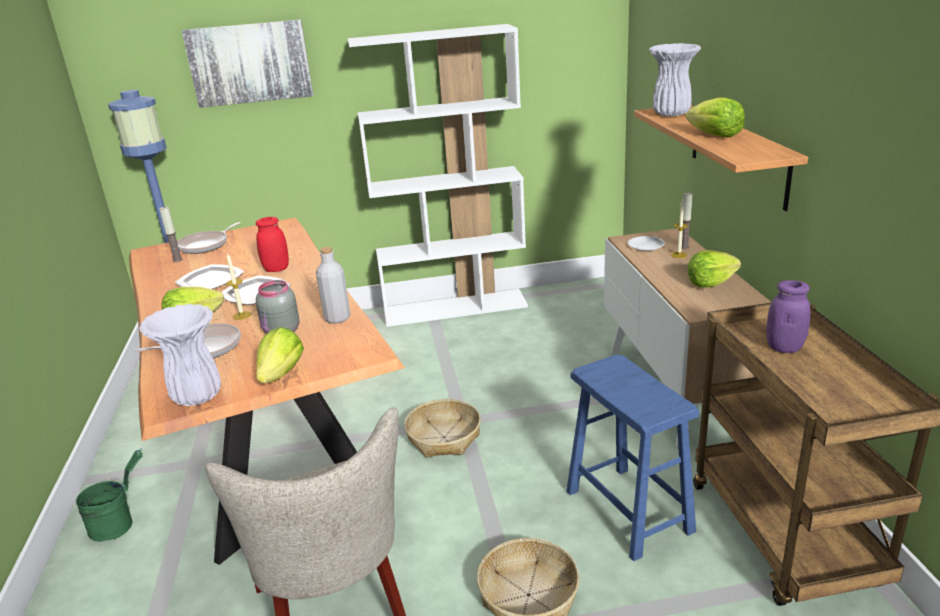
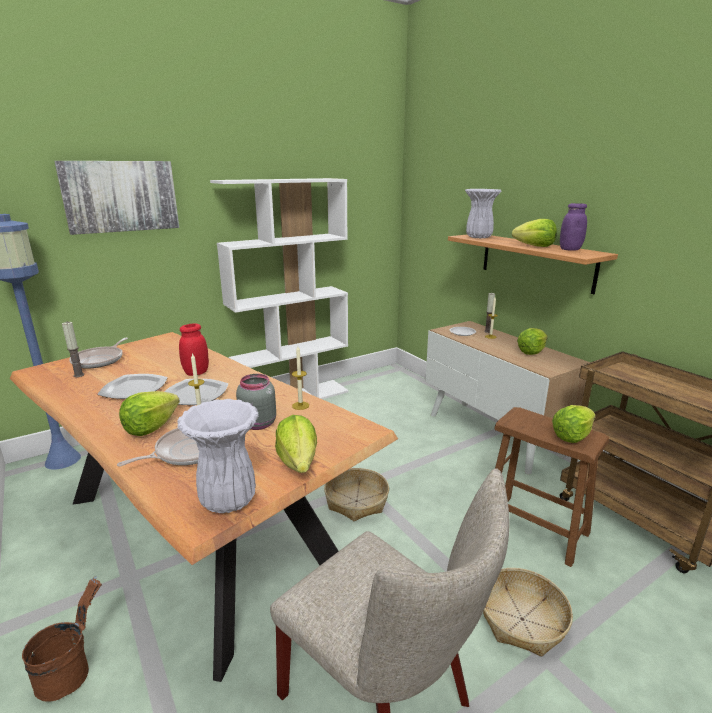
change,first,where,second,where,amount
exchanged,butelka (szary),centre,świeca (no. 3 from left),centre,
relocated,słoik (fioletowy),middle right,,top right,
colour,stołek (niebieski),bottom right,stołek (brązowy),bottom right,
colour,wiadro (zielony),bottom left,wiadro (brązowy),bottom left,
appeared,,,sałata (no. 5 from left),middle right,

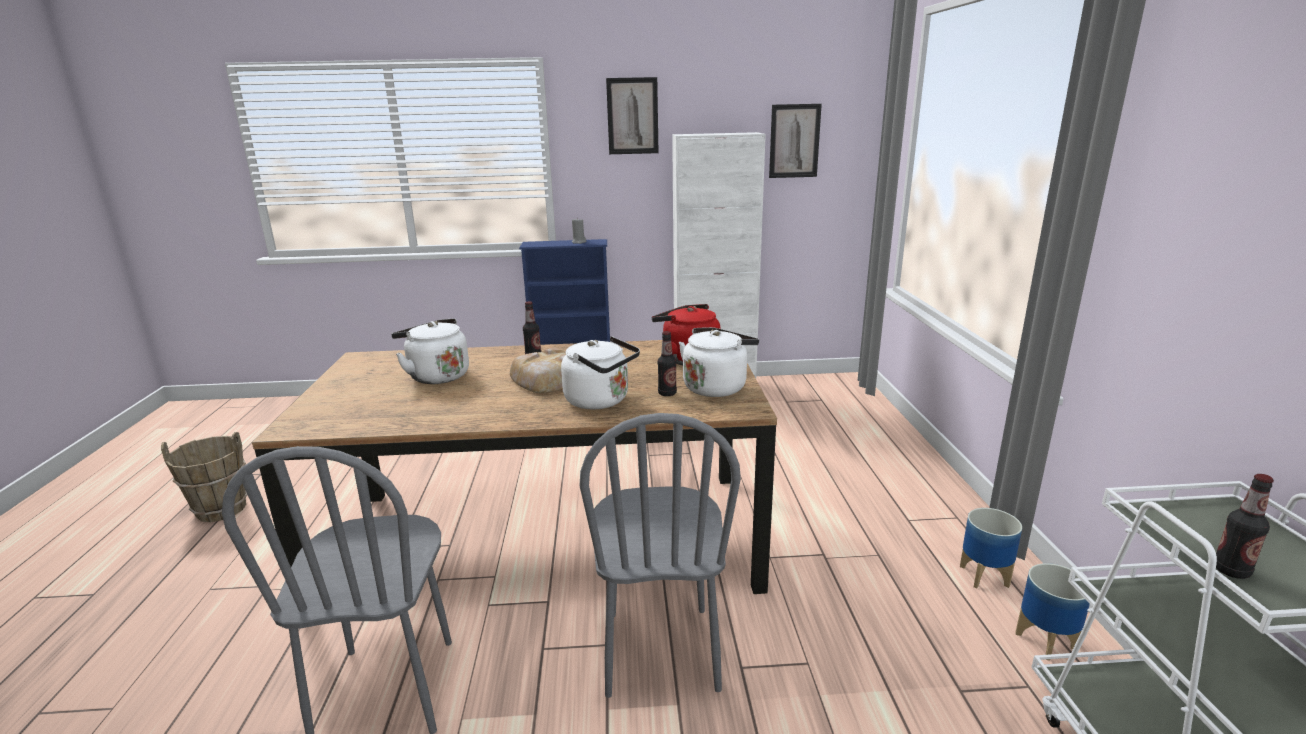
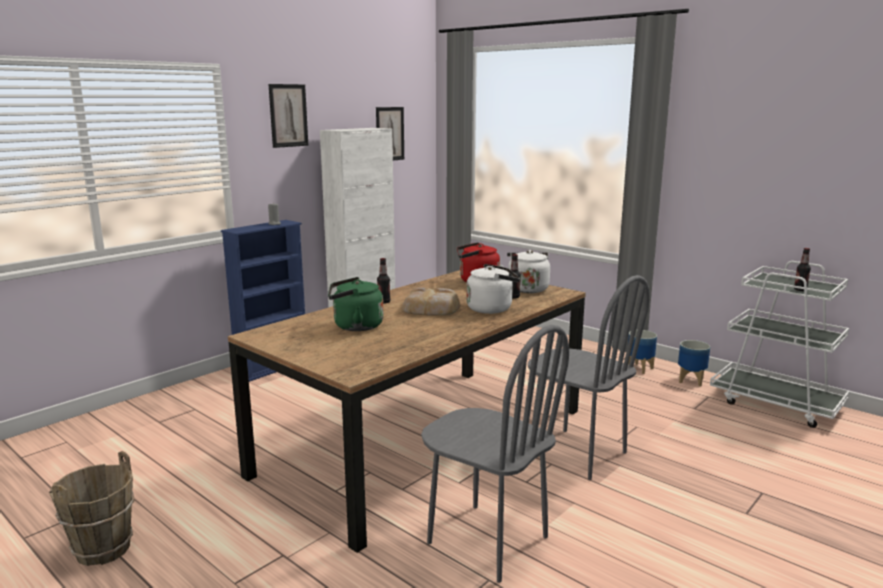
change,first,where,second,where,amount
colour,czajnik (biały) (no. 1 from left),middle left,czajnik (zielony),centre,

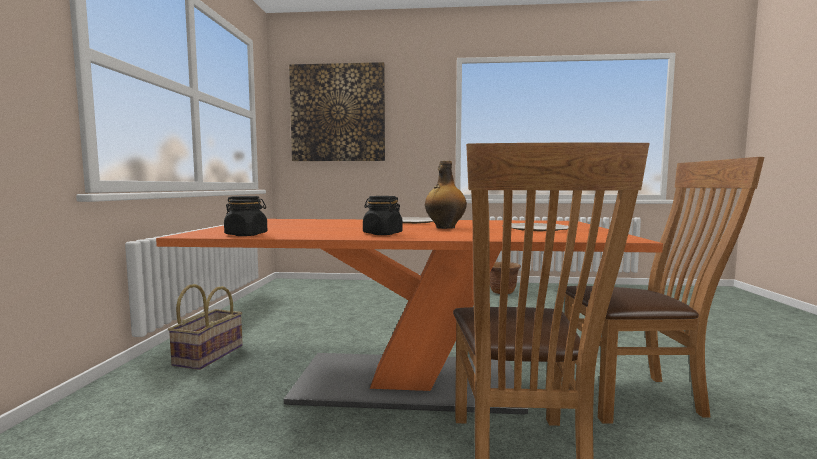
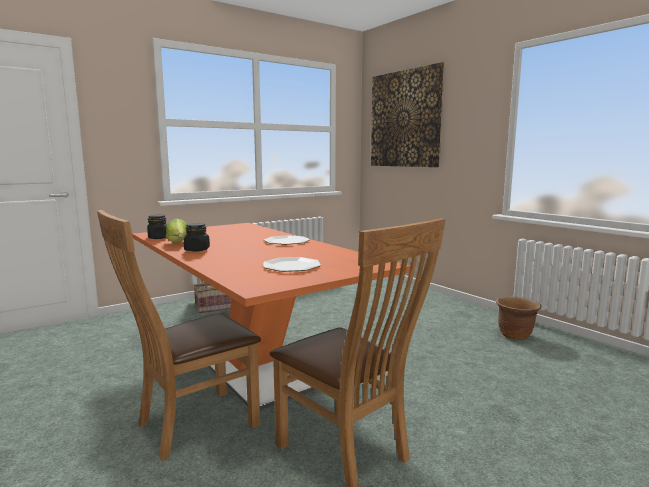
change,first,where,second,where,amount
missing,butelka,centre,,,
appeared,,,sałata,middle left,

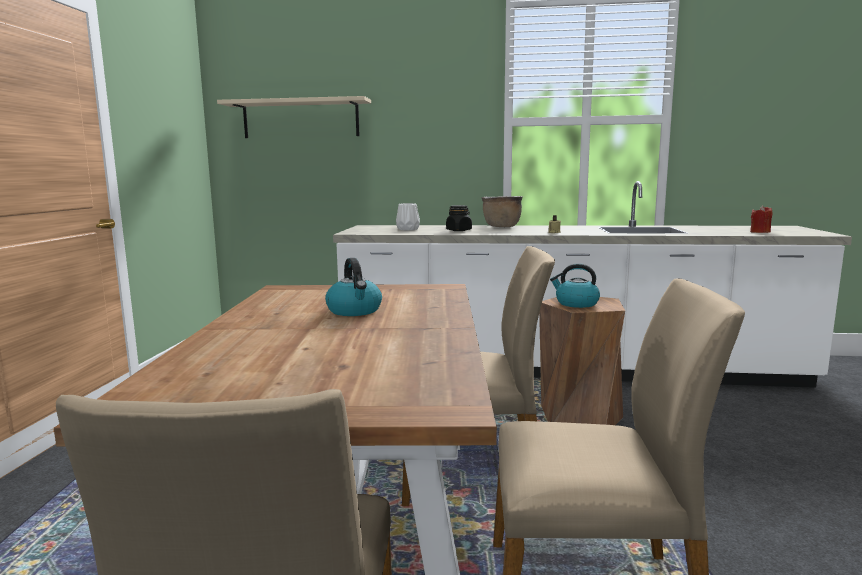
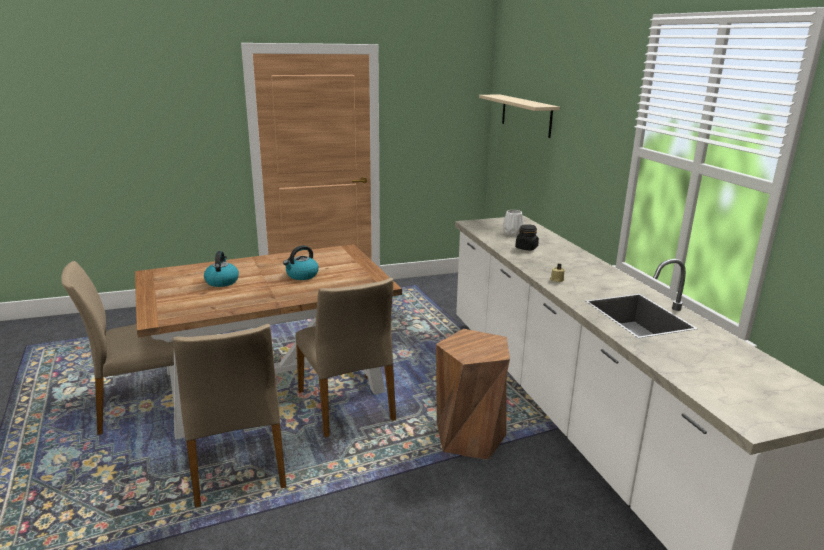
change,first,where,second,where,amount
missing,garnek (brązowy),centre,,,
missing,świeca (czerwony),middle right,,,
relocated,czajnik (no. 2 from left in the first image),middle right,czajnik (no. 1 from left),middle left,

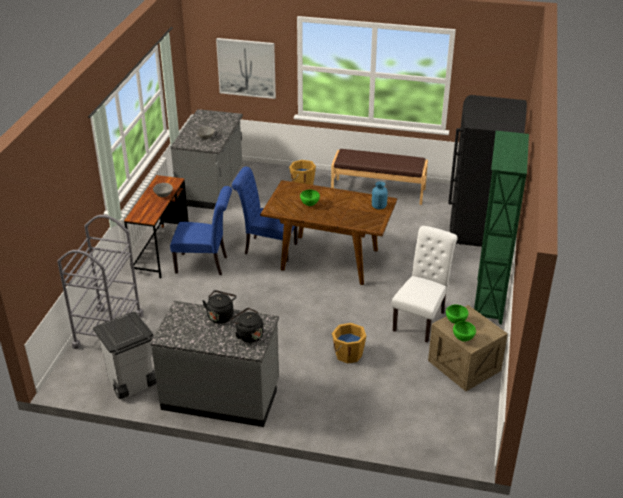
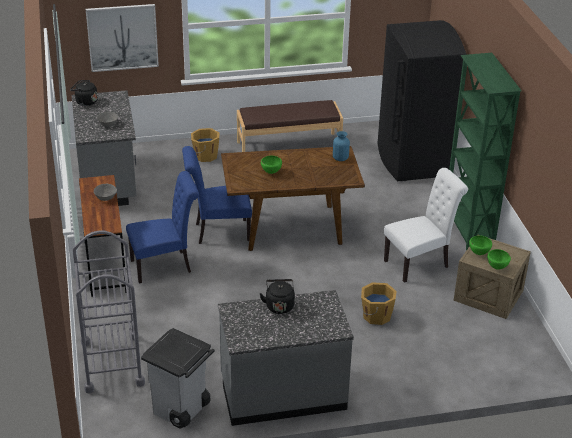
change,first,where,second,where,amount
spun,krzesło (biały),middle right,,middle right,60 degrees clockwise
relocated,czajnik (czarny) (no. 2 from left in the first image),centre,czajnik (czarny) (no. 1 from left),top left,

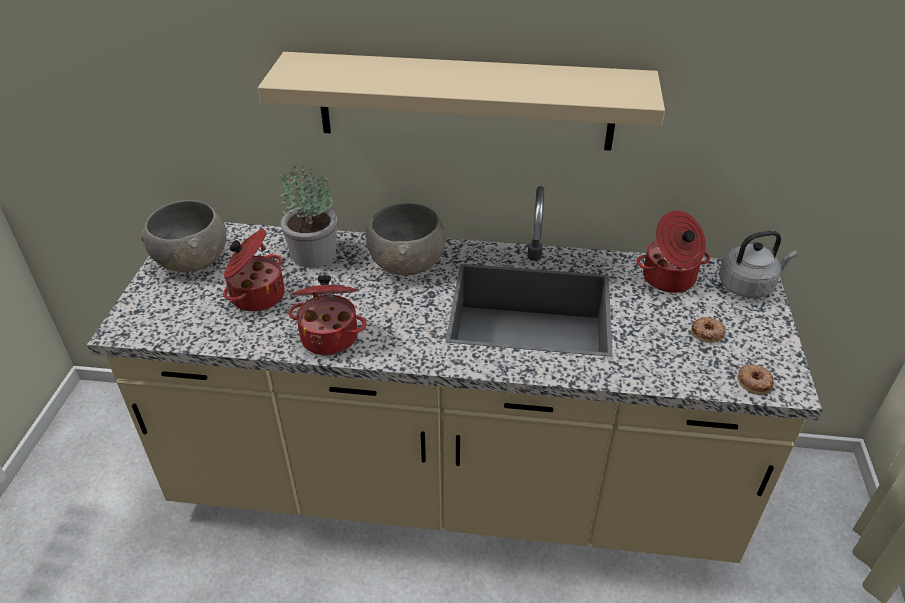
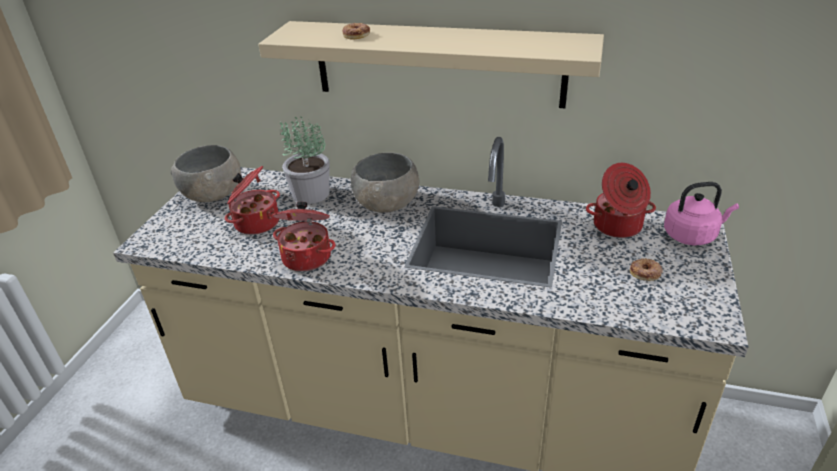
change,first,where,second,where,amount
colour,czajnik (szary),middle right,czajnik (różowy),middle right,
relocated,donut (no. 2 from left in the first image),middle right,donut (no. 1 from left),top centre,

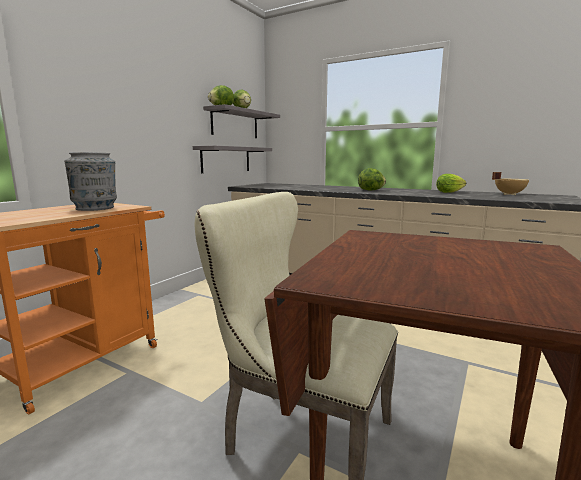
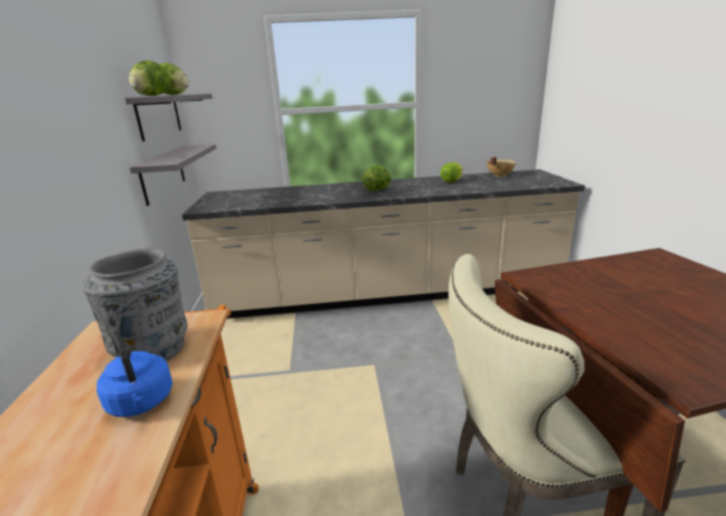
change,first,where,second,where,amount
appeared,,,czajnik (niebieski),bottom left,

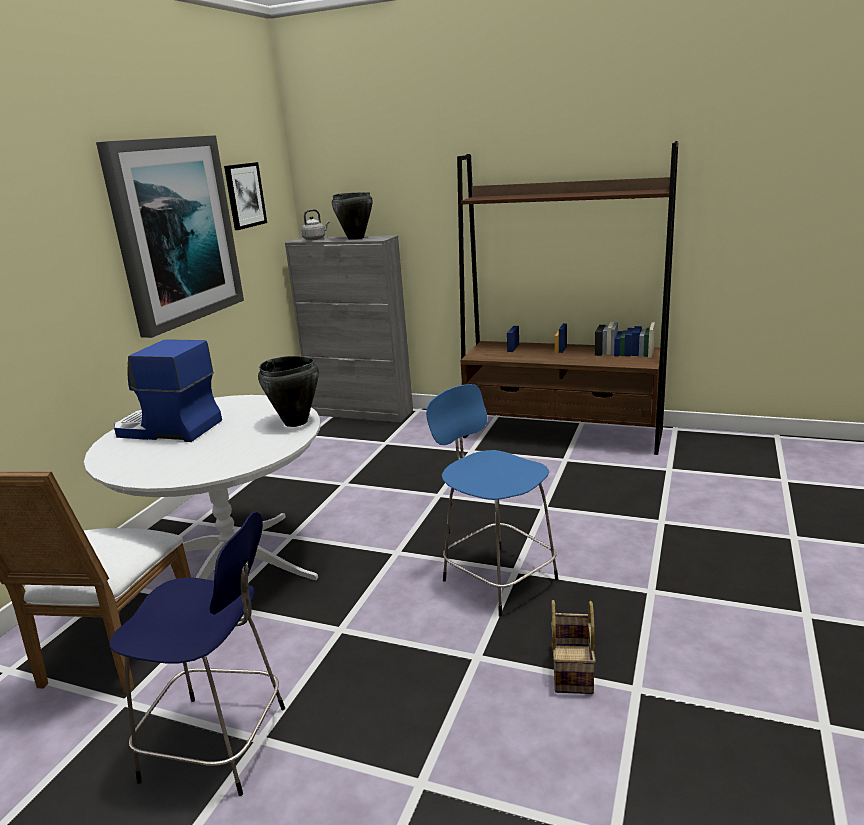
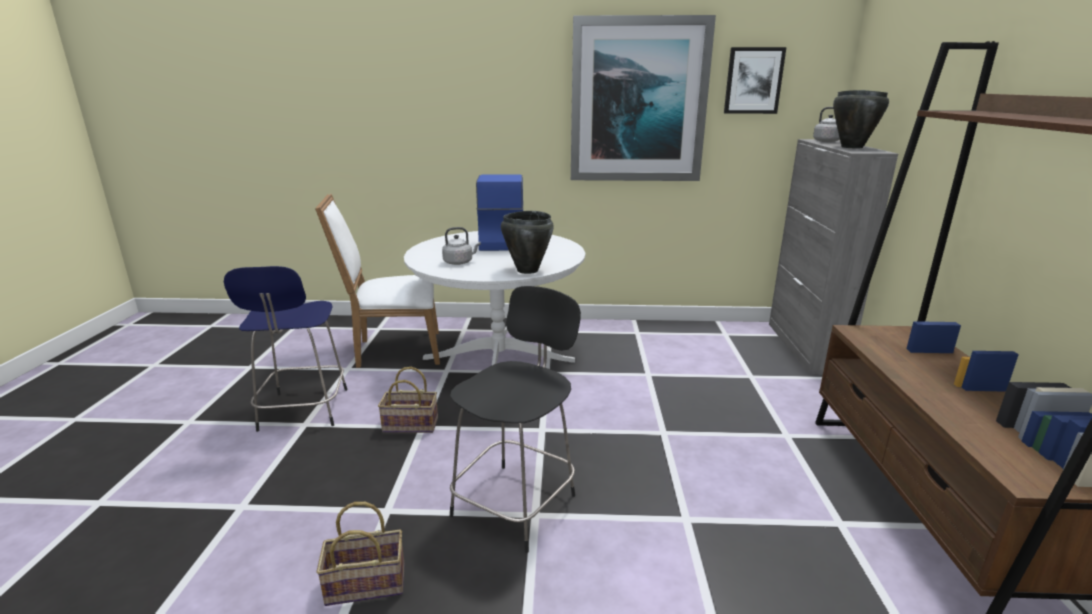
change,first,where,second,where,amount
colour,stołek (niebieski) (no. 2 from left),centre,stołek (czarny),bottom centre,
appeared,,,czajnik (szary) (no. 1 from left),centre,
appeared,,,koszyk (no. 2 from left),centre,

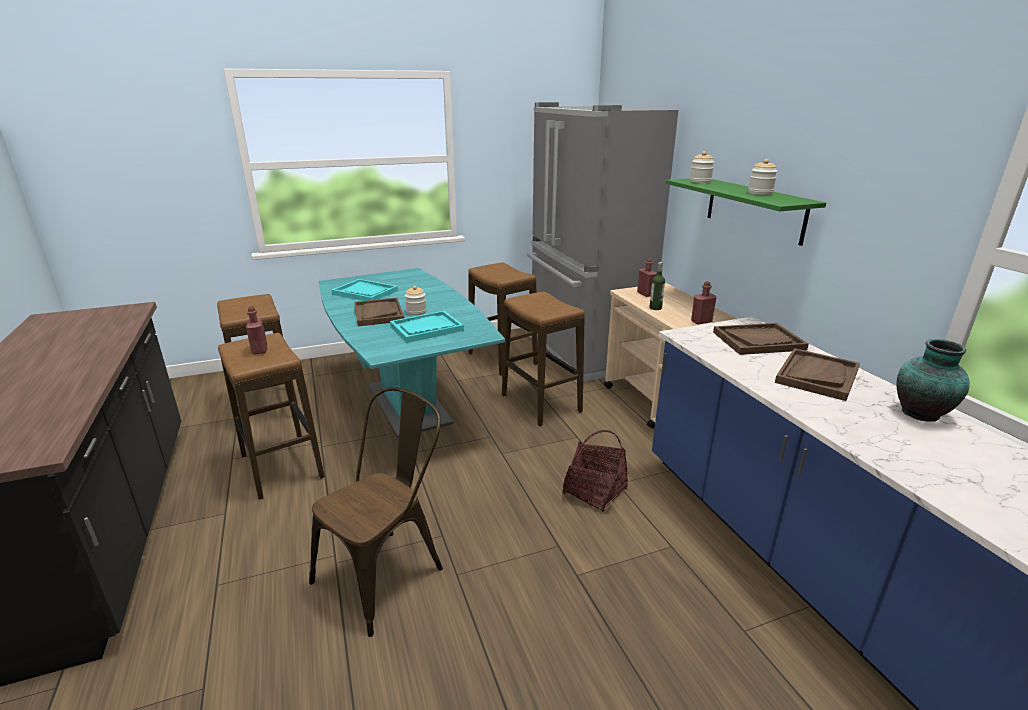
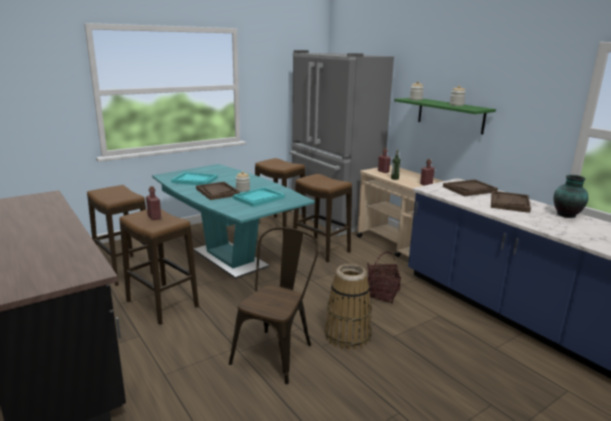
change,first,where,second,where,amount
appeared,,,koszyk (no. 1 from left),bottom centre,

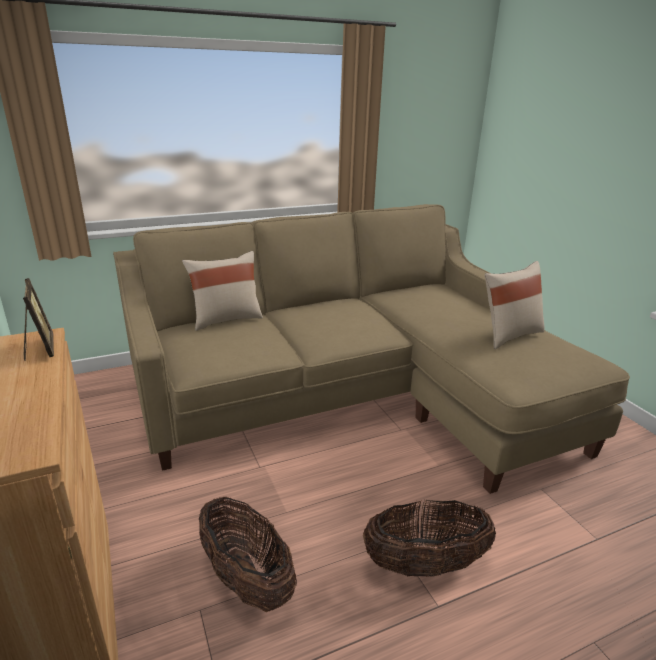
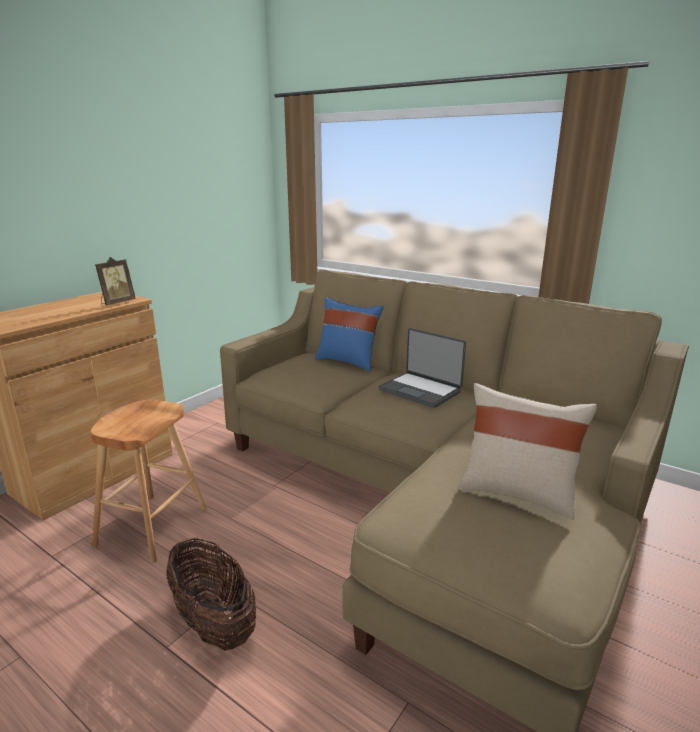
change,first,where,second,where,amount
colour,poduszka (beżowy) (no. 1 from left),centre,poduszka (niebieski),centre,
exchanged,koszyk (no. 1 from left),bottom centre,stołek (brązowy),middle left,
appeared,,,laptop,centre,

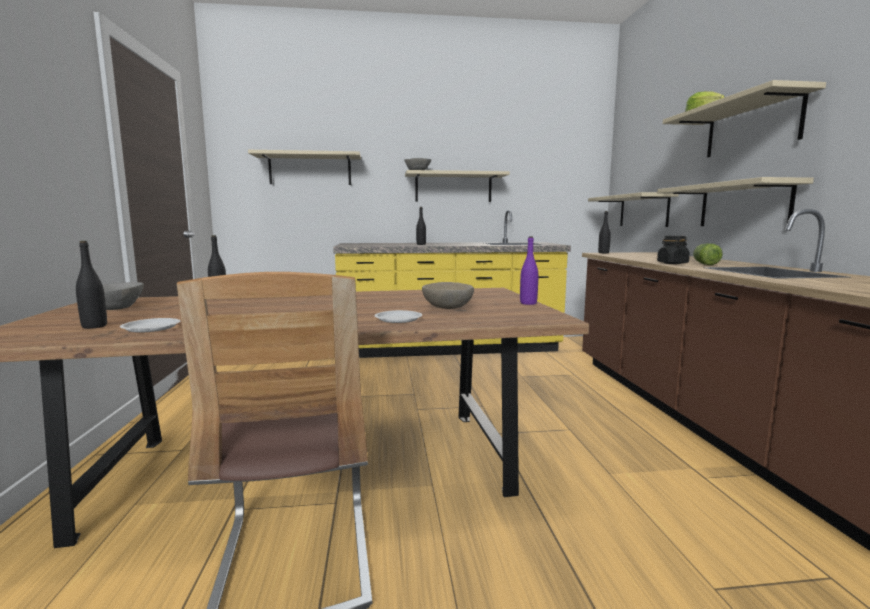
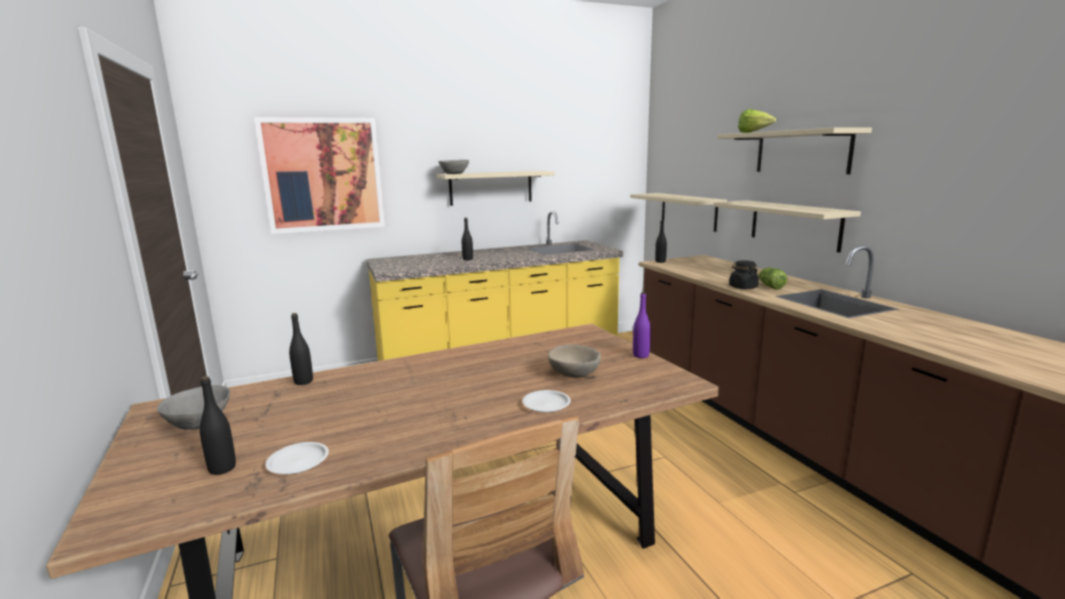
change,first,where,second,where,amount
exchanged,półka (beżowy) (no. 1 from left),top centre,obraz,top left,

